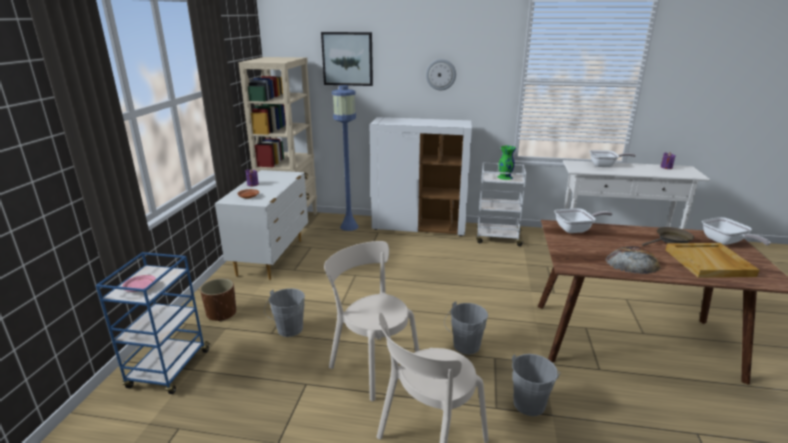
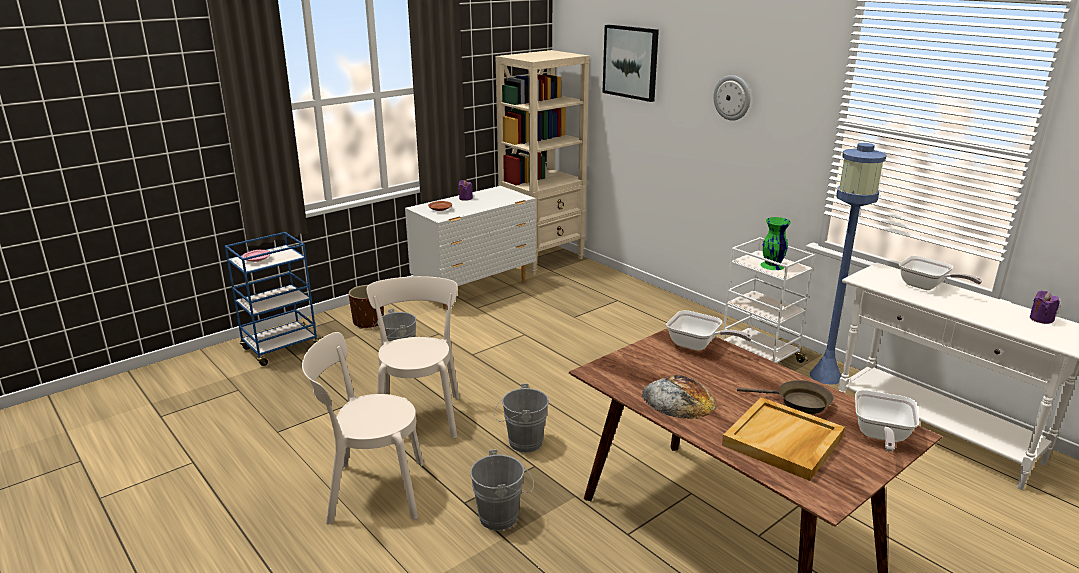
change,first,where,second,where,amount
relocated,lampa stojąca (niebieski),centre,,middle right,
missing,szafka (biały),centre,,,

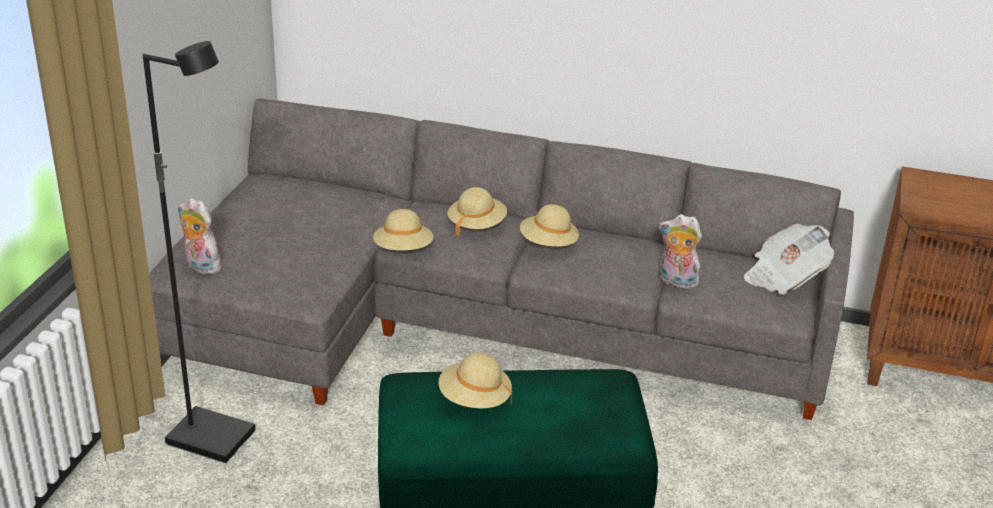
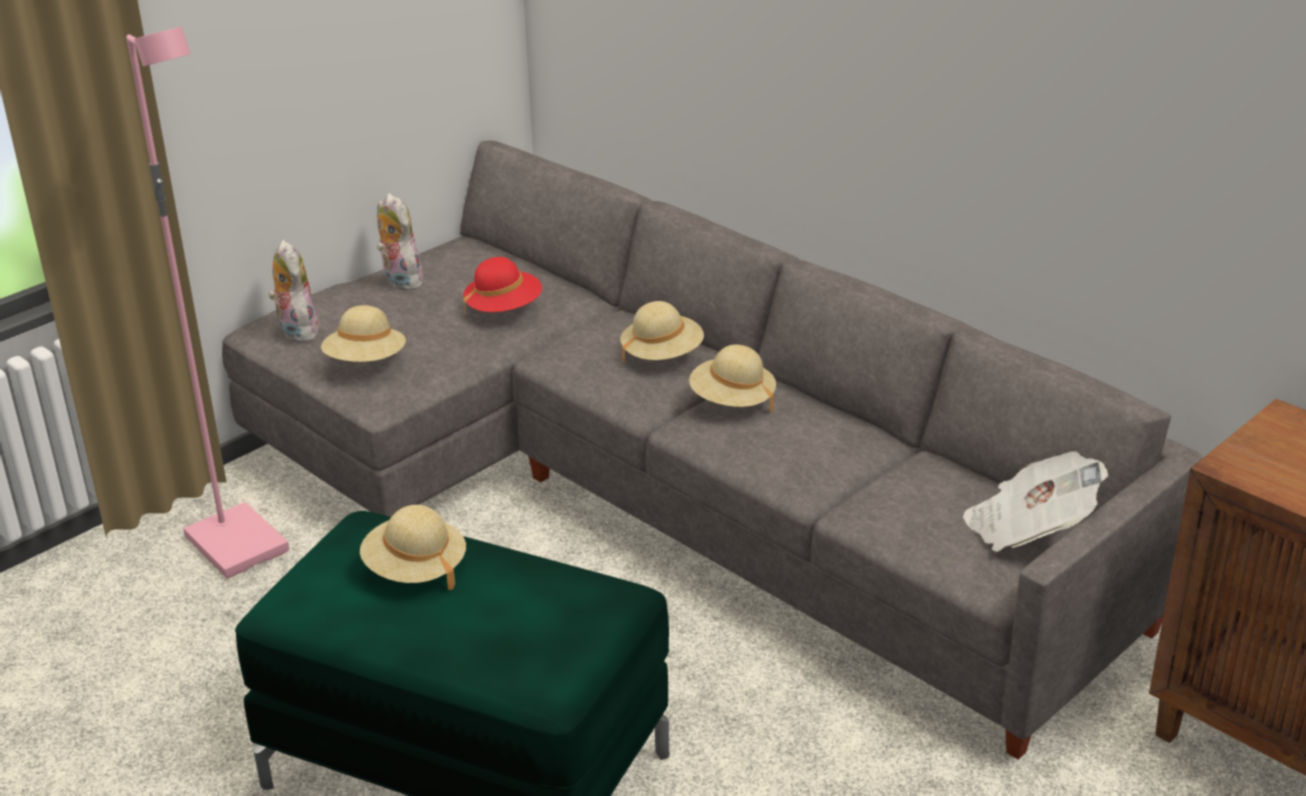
change,first,where,second,where,amount
colour,lampa stojąca (czarny),middle left,lampa stojąca (różowy),middle left,
relocated,kapelusz (beżowy) (no. 1 from left),centre,,middle left,
relocated,pluszak (no. 2 from left),middle right,,top left,
appeared,,,kapelusz (czerwony),centre,

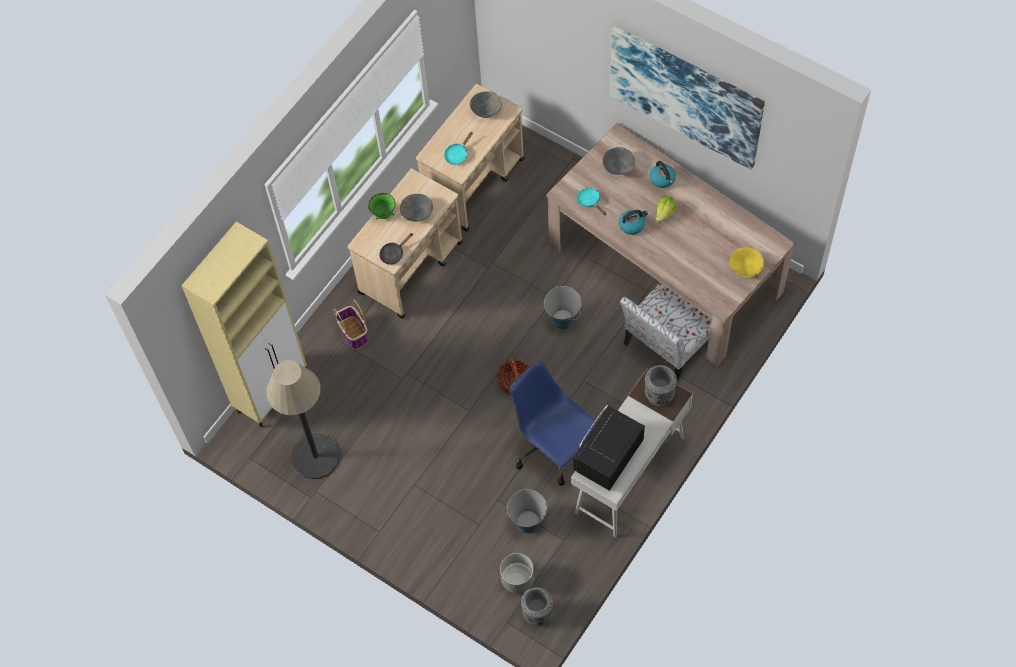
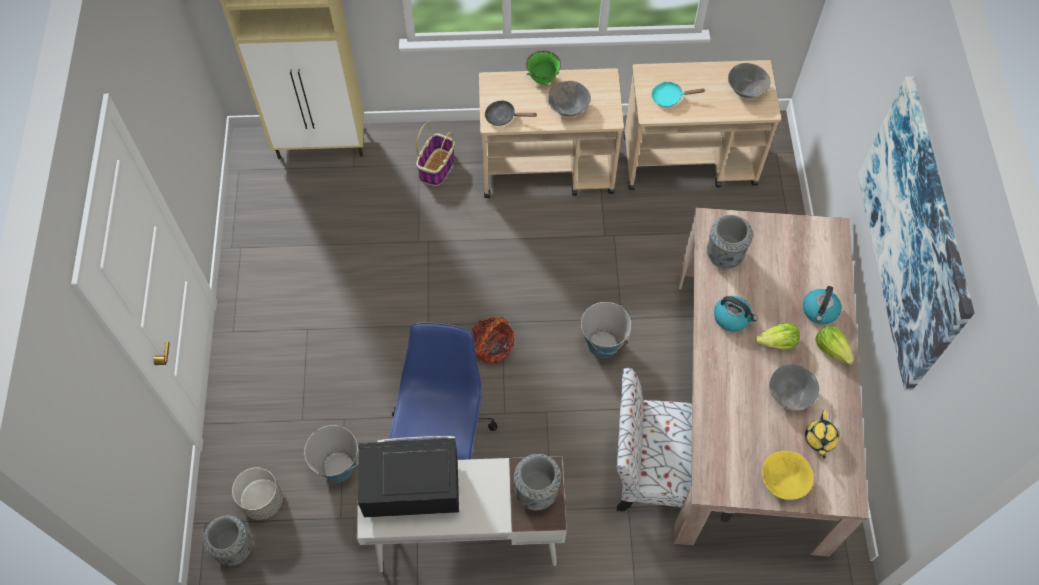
change,first,where,second,where,amount
relocated,miska (szary) (no. 3 from left),top centre,,middle right,
exchanged,patelnia (turkusowy) (no. 2 from left),top centre,wazon (szary) (no. 3 from left),middle right,
missing,lampa stojąca,middle left,,,
appeared,,,sałata (no. 2 from left),middle right,
appeared,,,imbryk (żółty),bottom right,

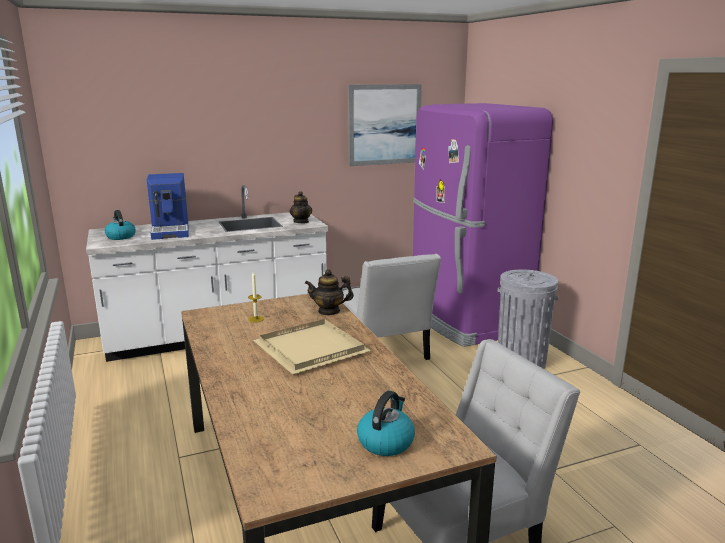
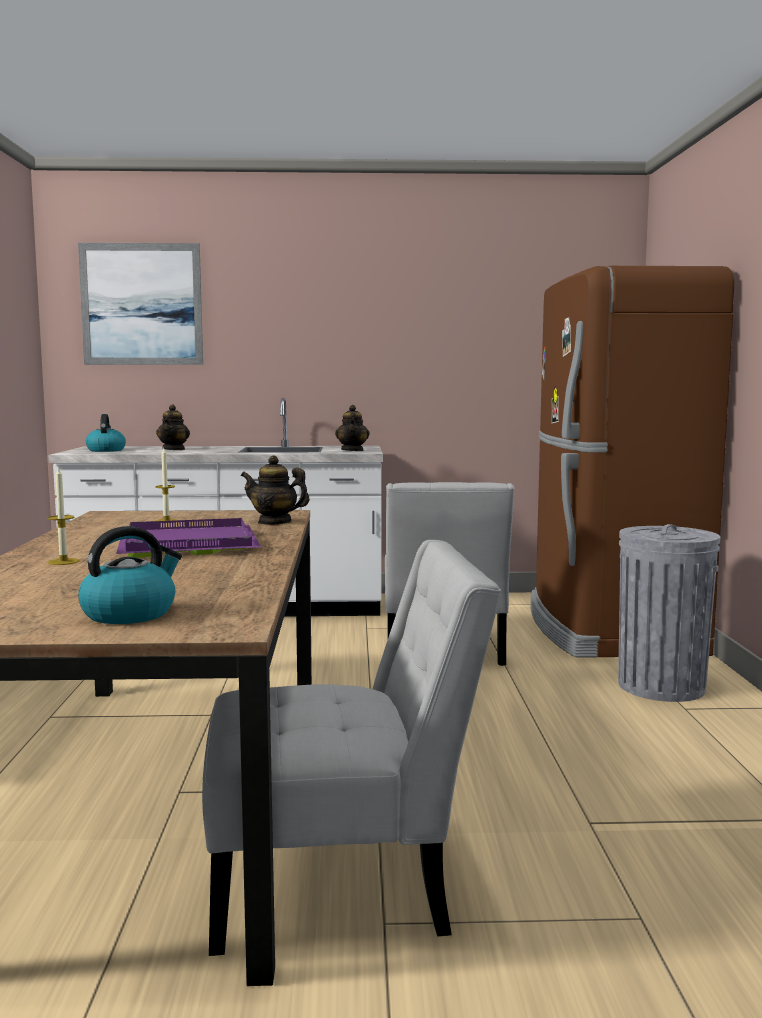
change,first,where,second,where,amount
relocated,obraz,top centre,,top left,
colour,lodówka (fioletowy),centre,lodówka (brązowy),middle right,
exchanged,ekspres do kawy,middle left,imbryk (no. 1 from left),middle left,
colour,taca (beżowy),centre,taca (fioletowy),middle left,
appeared,,,świeca (no. 1 from left),middle left,

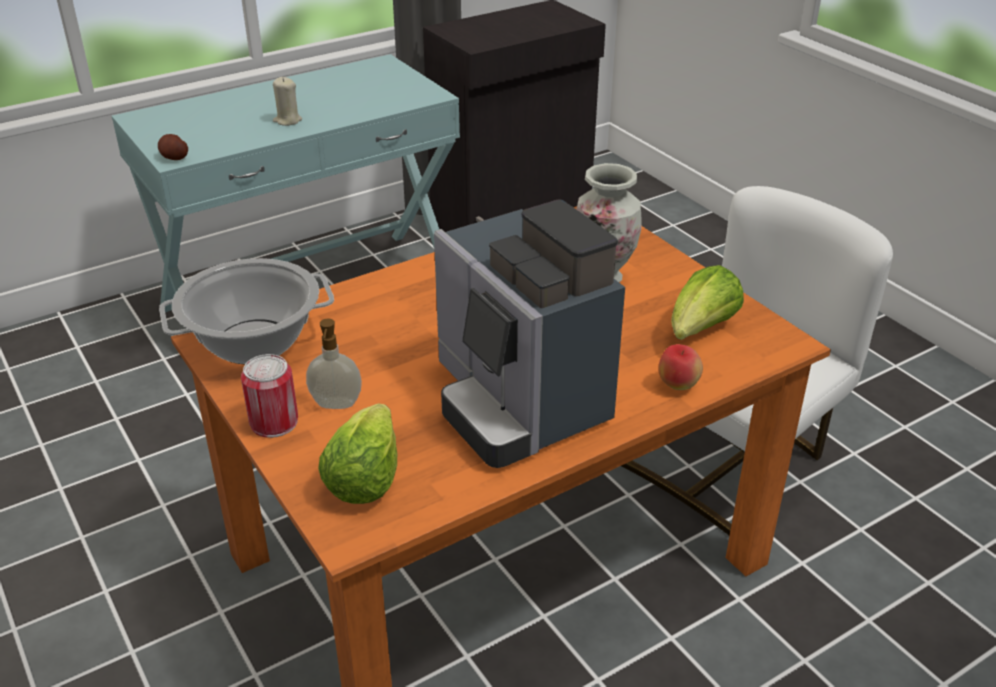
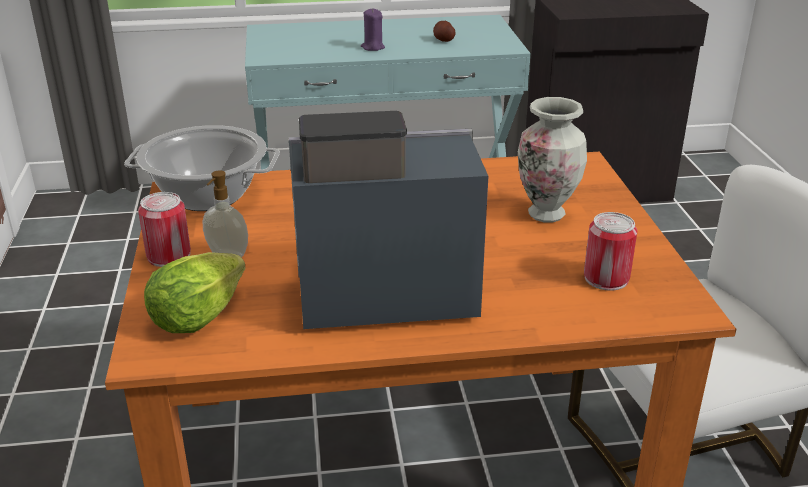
change,first,where,second,where,amount
colour,świeca (beżowy),top left,świeca (fioletowy),top centre,
relocated,ziemniak,top left,,top centre,
spun,ekspres do kawy,centre,,centre,90 degrees clockwise
exchanged,sałata (no. 2 from left),middle right,puszka (no. 2 from left),middle right,
missing,jabłko,middle right,,,

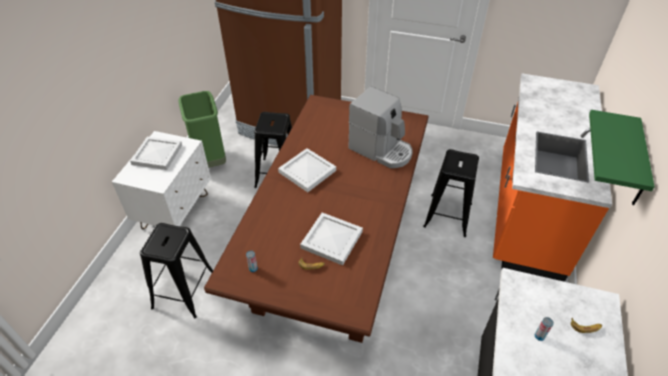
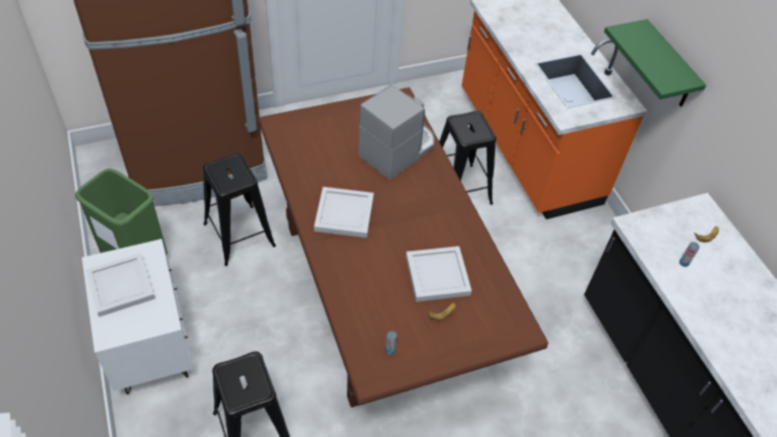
change,first,where,second,where,amount
spun,ekspres do kawy,centre,,top centre,45 degrees counterclockwise

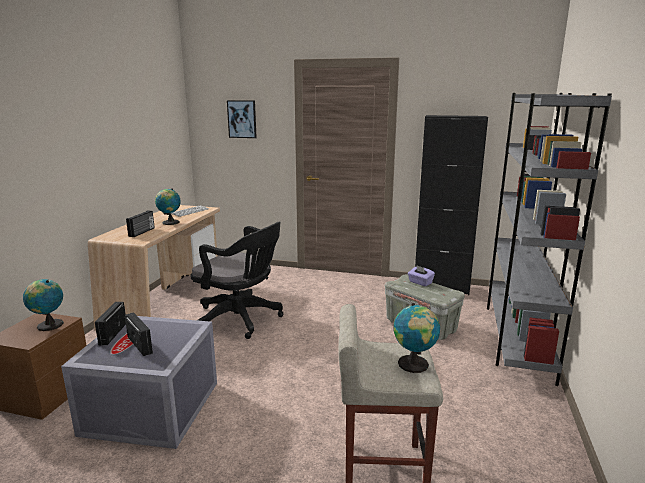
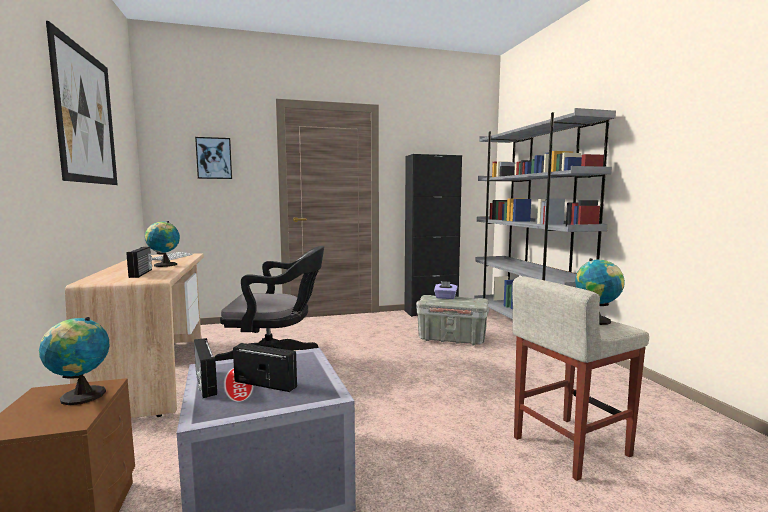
change,first,where,second,where,amount
appeared,,,obraz (no. 1 from left),top left,

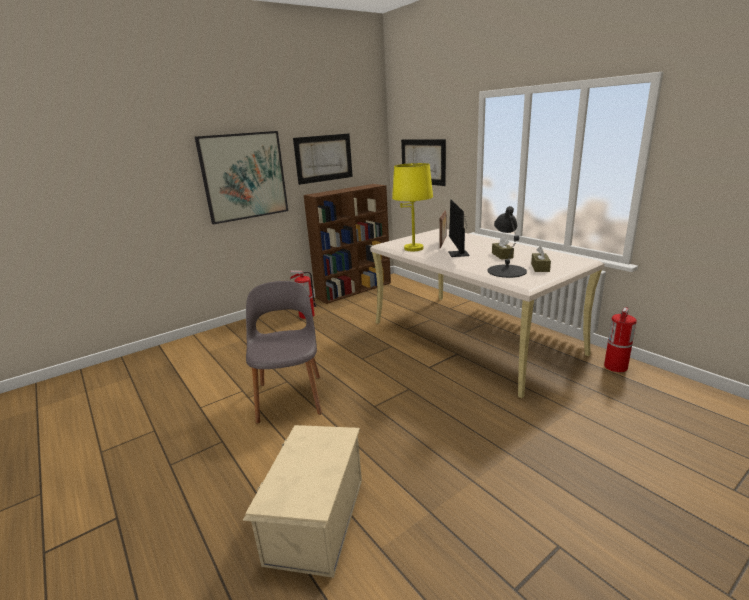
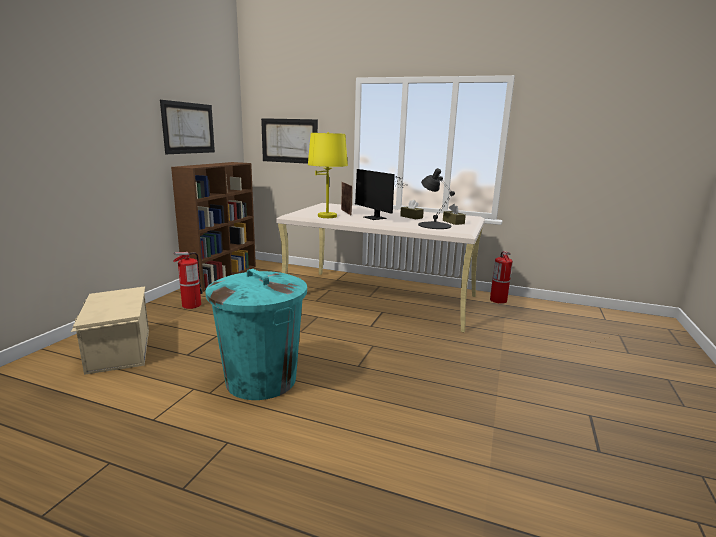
change,first,where,second,where,amount
missing,obraz (no. 1 from left),top left,,,
exchanged,krzesło (szary),centre,kosz na śmieci (turkusowy),centre,
relocated,pojemnik do przechowywania (beżowy),bottom centre,,middle left,

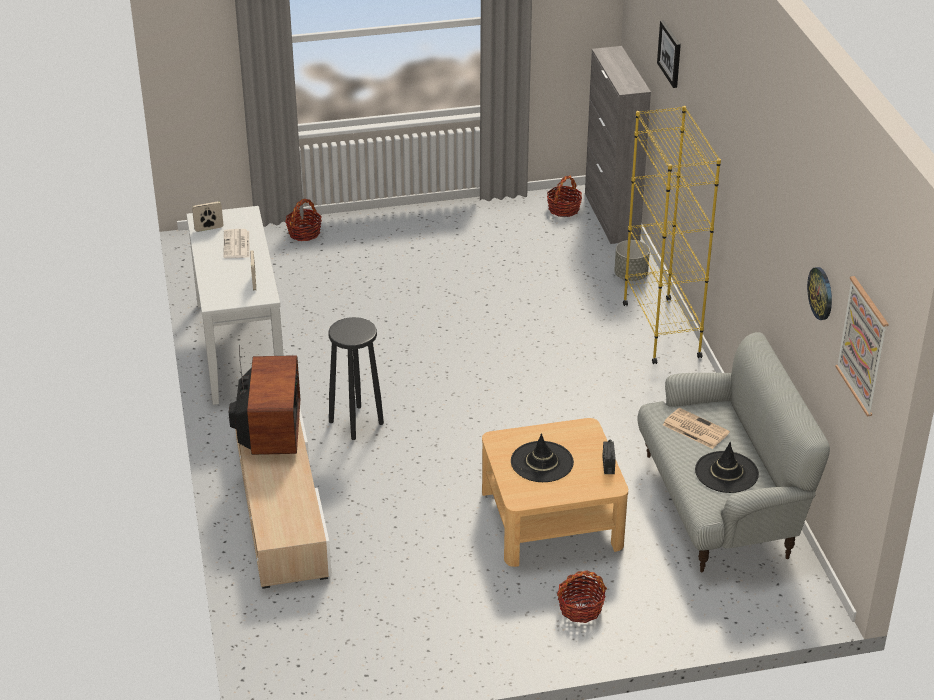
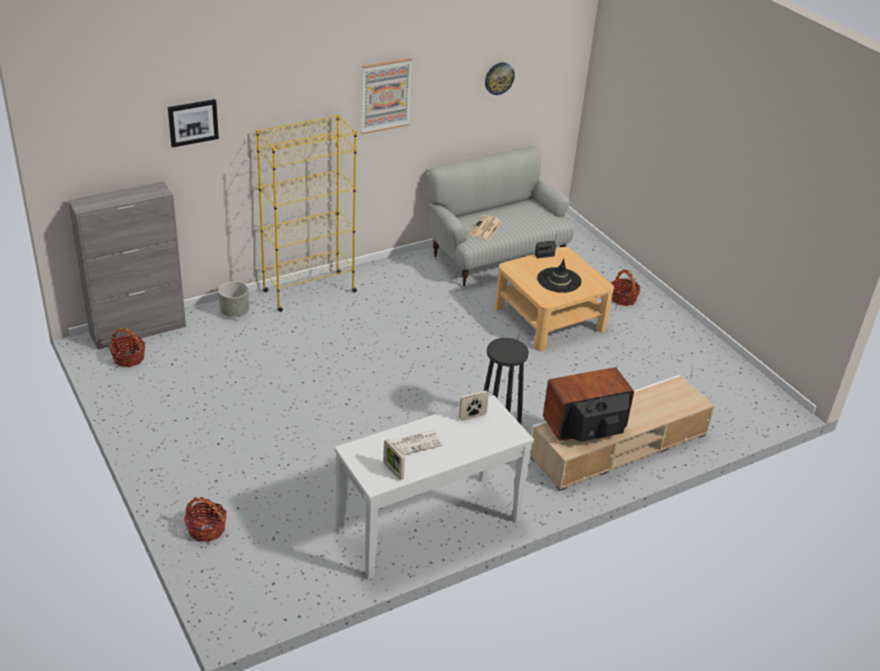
change,first,where,second,where,amount
relocated,obraz (no. 2 from left),middle right,,top centre,
missing,kapelusz (czarny) (no. 2 from left),bottom right,,,

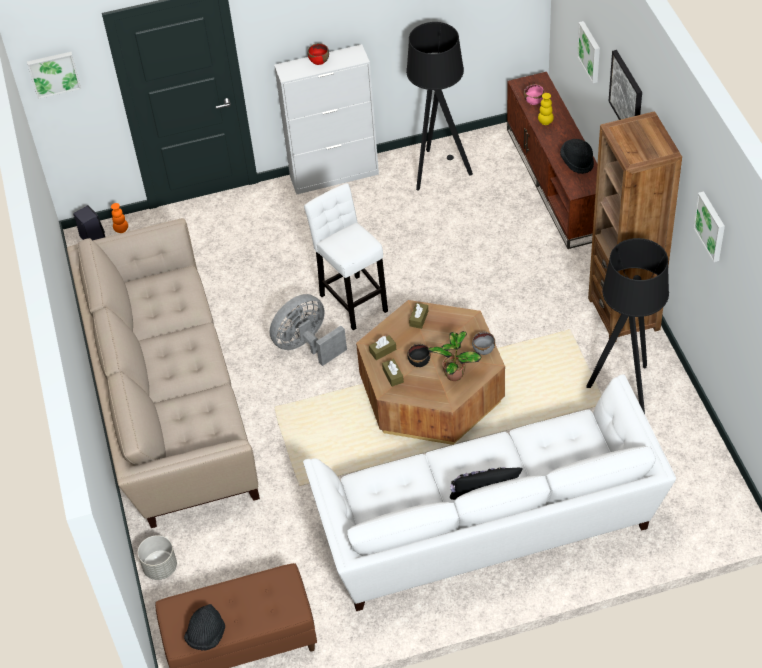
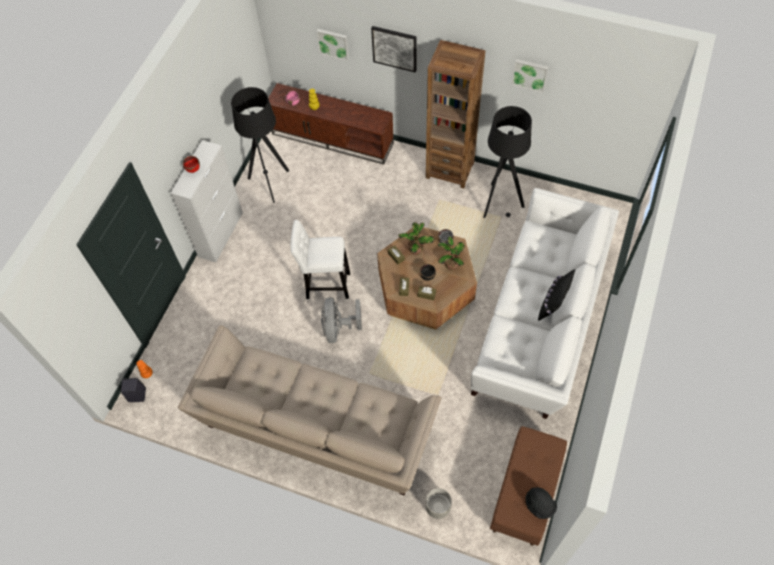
change,first,where,second,where,amount
missing,obraz (no. 1 from left),top left,,,
missing,kapelusz (czarny) (no. 2 from left),top right,,,
appeared,,,roślina doniczkowa (no. 1 from left),centre,

